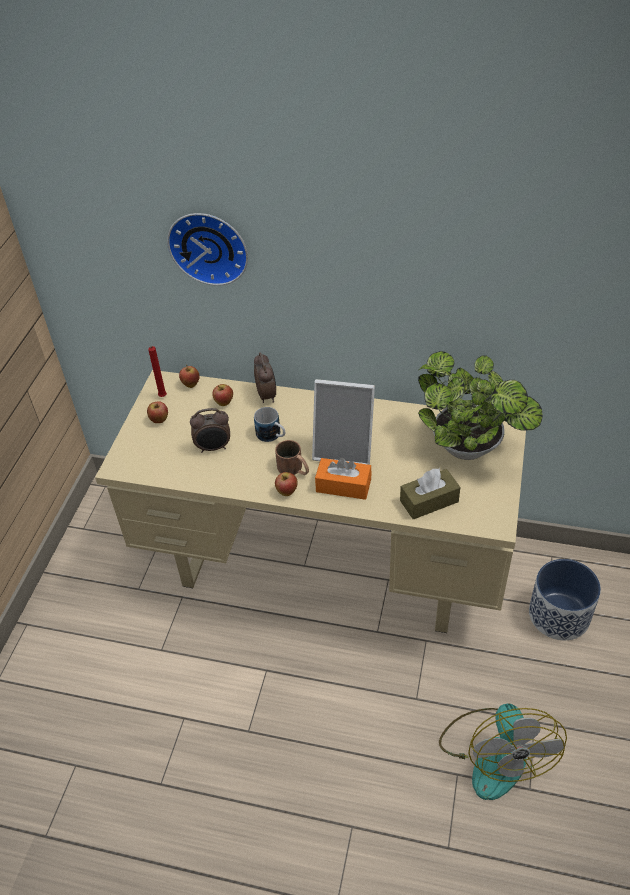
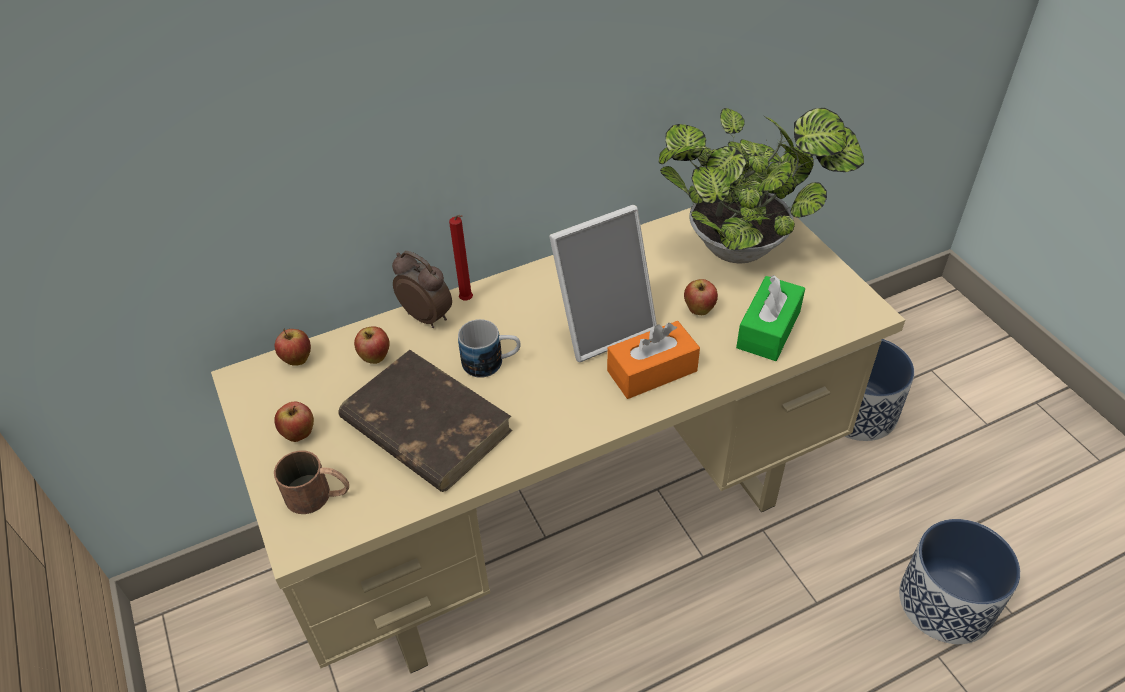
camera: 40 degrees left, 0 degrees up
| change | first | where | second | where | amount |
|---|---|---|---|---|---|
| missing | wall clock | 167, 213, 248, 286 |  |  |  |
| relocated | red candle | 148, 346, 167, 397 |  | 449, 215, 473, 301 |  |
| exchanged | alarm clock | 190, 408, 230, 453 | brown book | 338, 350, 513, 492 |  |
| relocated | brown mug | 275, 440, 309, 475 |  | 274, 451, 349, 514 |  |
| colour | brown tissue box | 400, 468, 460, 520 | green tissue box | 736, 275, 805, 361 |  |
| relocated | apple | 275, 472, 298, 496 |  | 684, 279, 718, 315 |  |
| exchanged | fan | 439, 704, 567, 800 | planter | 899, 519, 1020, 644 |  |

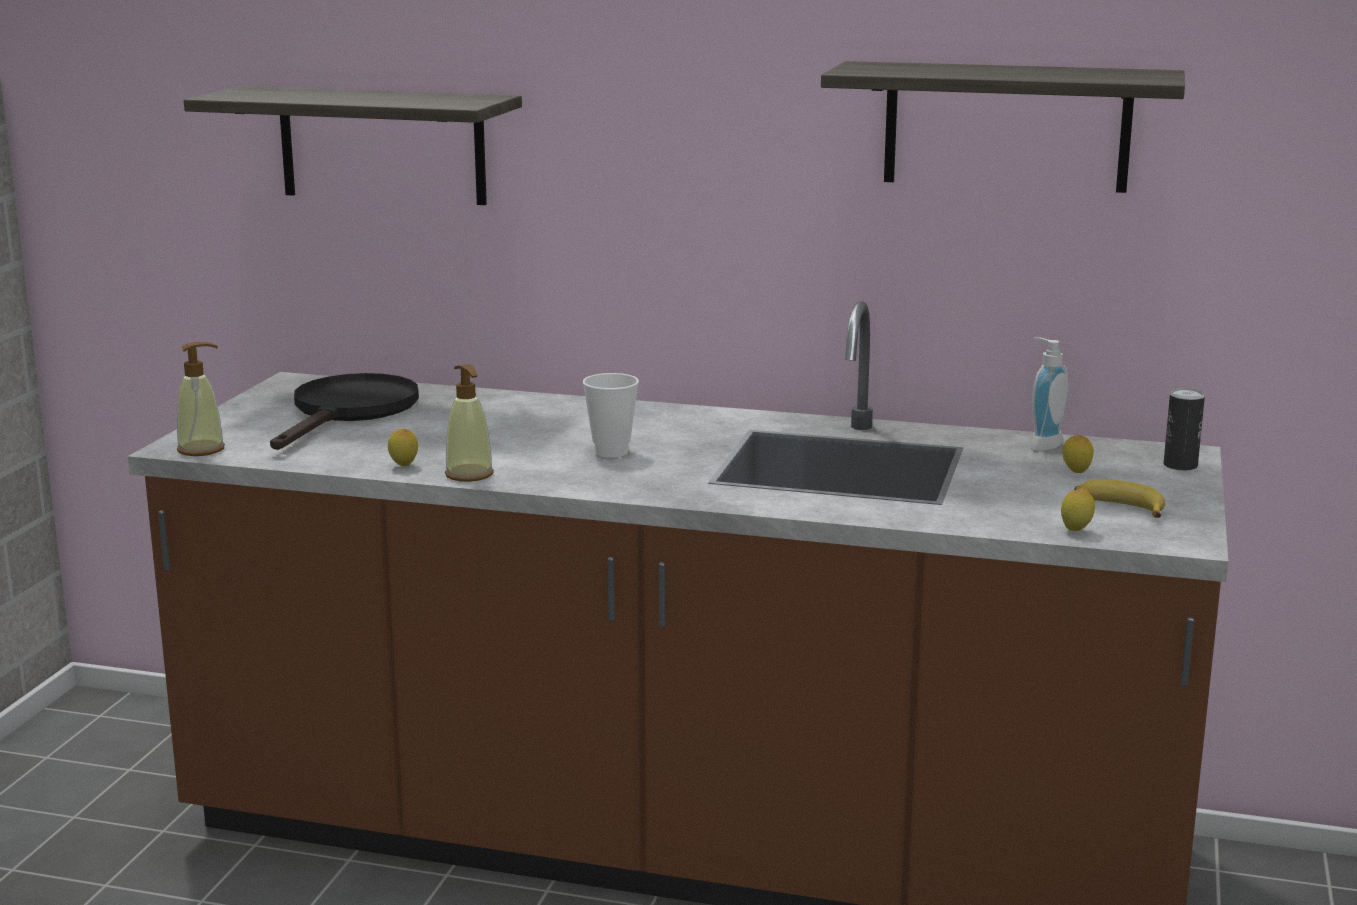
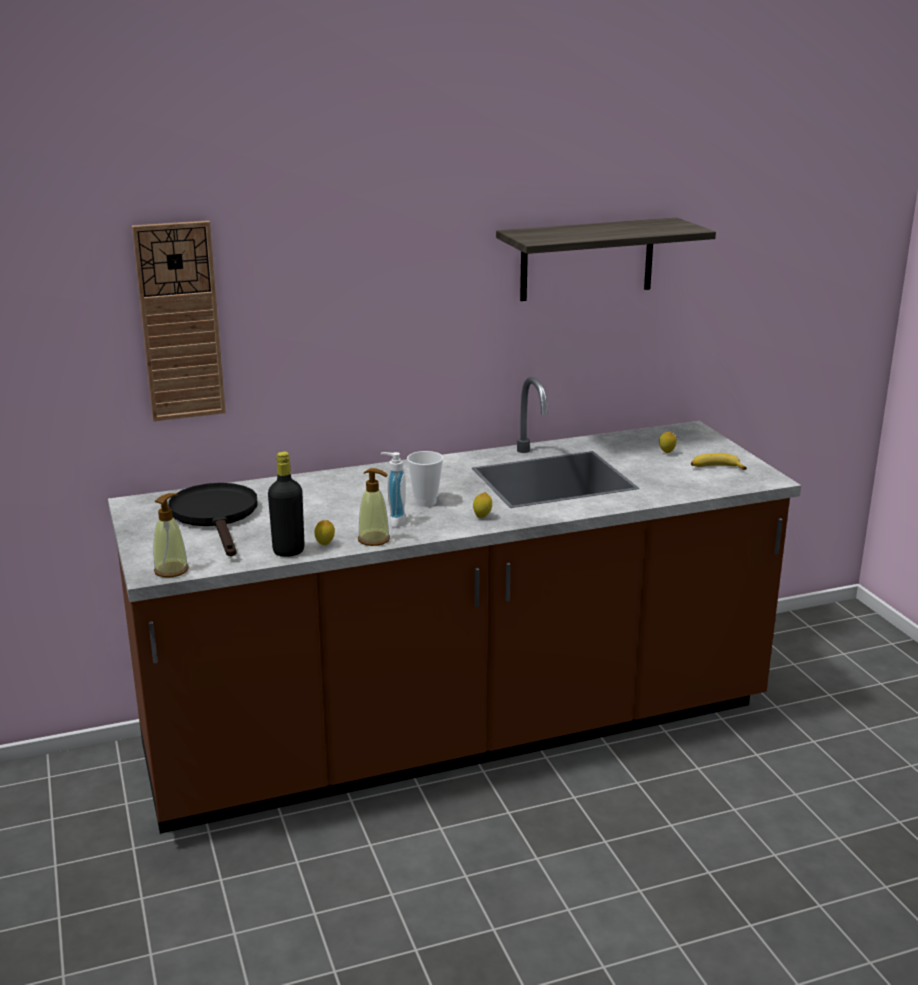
camera: 35 degrees left, 5 degrees up
| change | first | where | second | where | amount |
|---|---|---|---|---|---|
| exchanged | shelf | 184, 86, 522, 205 | wall clock | 132, 221, 226, 421 |  |
| relocated | soap dispenser | 1030, 337, 1068, 451 |  | 381, 452, 406, 528 |  |
| missing | can | 1164, 388, 1205, 471 |  |  |  |
| relocated | lemon | 1061, 488, 1095, 531 |  | 473, 492, 492, 518 |  |
| appeared |  |  | black bottle | 268, 452, 305, 557 |  |

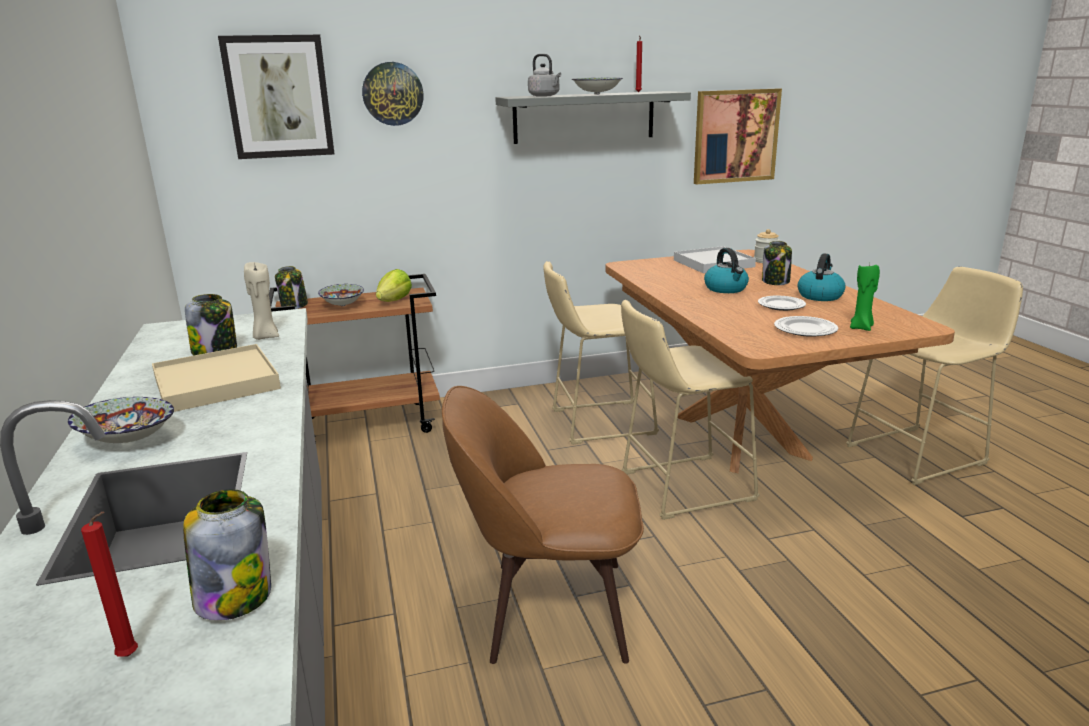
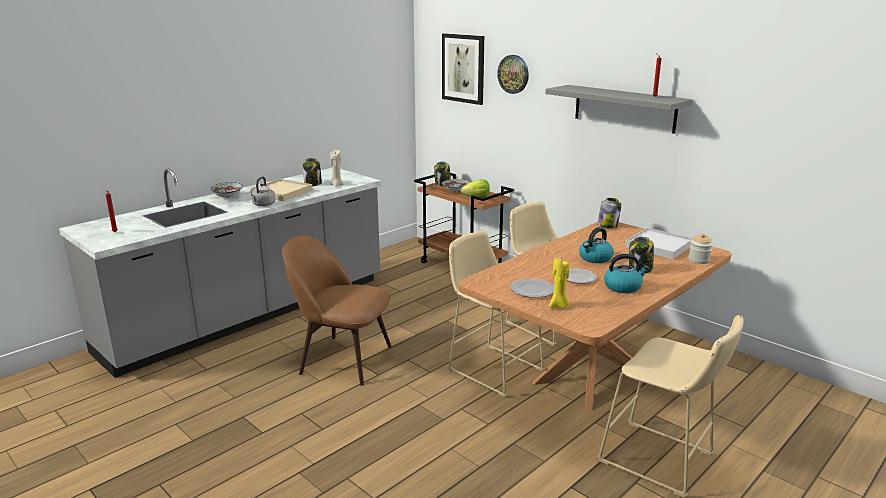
camera: 60 degrees right, 0 degrees up
| change | first | where | second | where | amount |
|---|---|---|---|---|---|
| relocated | grey kettle | 528, 54, 561, 97 |  | 251, 176, 275, 206 |  |
| missing | bowl | 572, 78, 623, 95 |  |  |  |
| missing | picture | 694, 89, 782, 184 |  |  |  |
| colour | green candle | 850, 264, 880, 331 | yellow candle | 549, 258, 570, 308 |  |
| spun | brown chair | 442, 386, 644, 664 |  | 282, 235, 392, 386 | 45 degrees counterclockwise |
| relocated | jar | 183, 489, 271, 621 |  | 597, 198, 621, 229 |  |

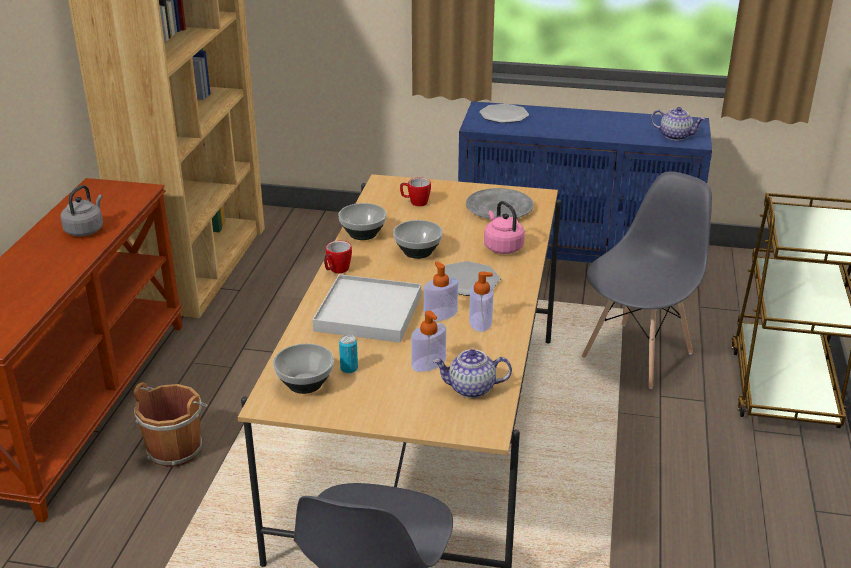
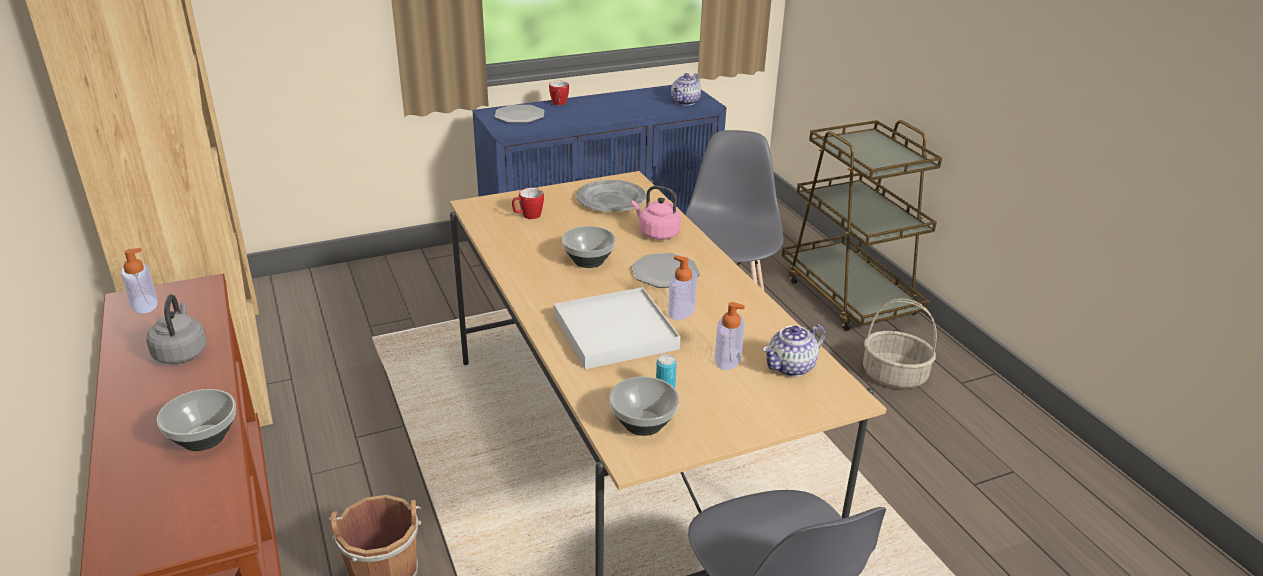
camera: 35 degrees left, 0 degrees up
| change | first | where | second | where | amount |
|---|---|---|---|---|---|
| spun | teapot | 651, 107, 705, 141 |  | 671, 73, 701, 105 | 135 degrees clockwise |
| relocated | bowl | 338, 203, 387, 240 |  | 157, 389, 236, 451 |  |
| relocated | mug | 324, 241, 352, 273 |  | 549, 81, 569, 105 |  |
| relocated | soap dispenser | 469, 271, 493, 332 |  | 121, 248, 158, 313 |  |
| appeared |  |  | basket | 863, 298, 937, 389 |  |

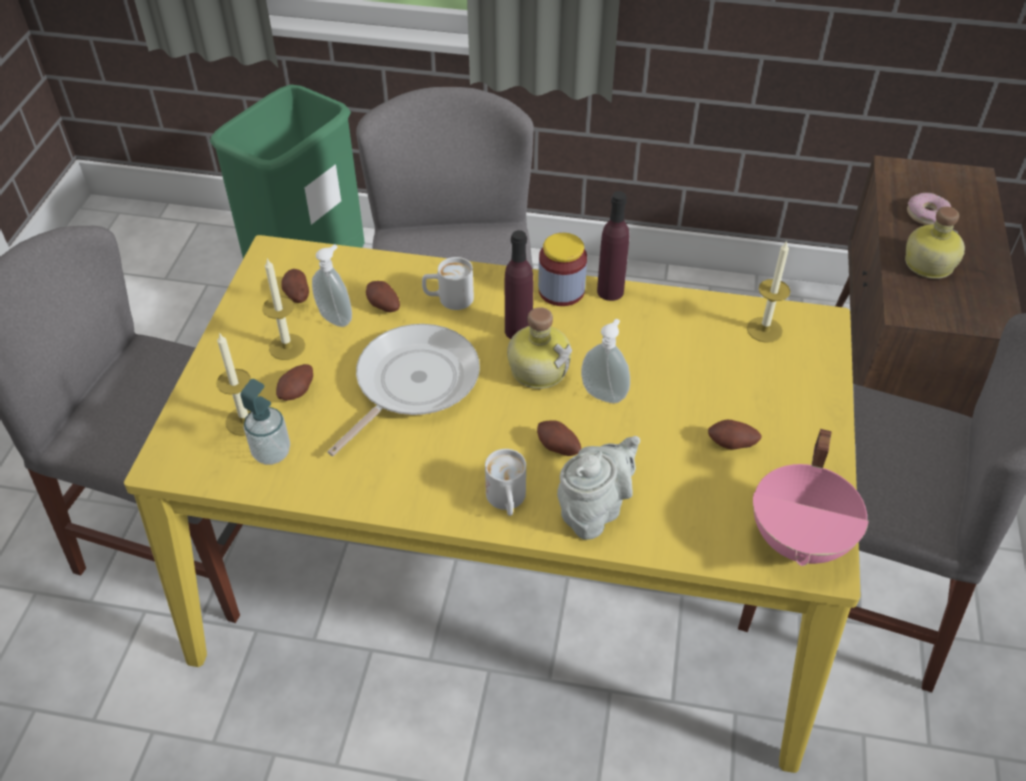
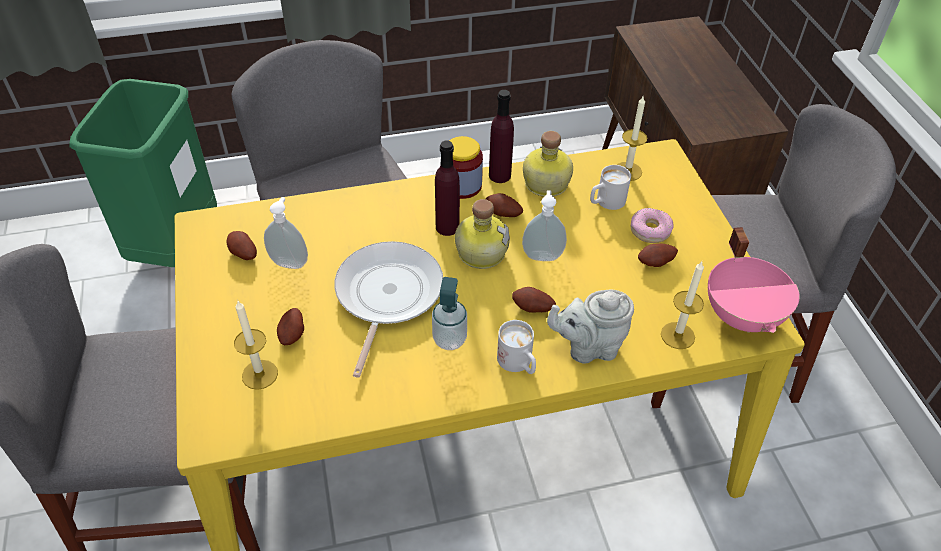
camera: 25 degrees left, 0 degrees up
| change | first | where | second | where | amount |
|---|---|---|---|---|---|
| relocated | donut | 907, 192, 951, 225 |  | 631, 208, 674, 243 |  |
| relocated | bottle | 905, 206, 965, 279 |  | 523, 131, 573, 197 |  |
| relocated | white mug | 422, 257, 474, 310 |  | 590, 165, 631, 210 |  |
| relocated | candle | 262, 258, 305, 360 |  | 661, 261, 704, 349 |  |
| relocated | potato | 366, 281, 400, 312 |  | 486, 193, 523, 217 |  |
| relocated | soap dispenser | 240, 379, 290, 465 |  | 432, 277, 467, 350 |  |
| spun | grey teapot | 557, 436, 640, 540 |  | 547, 289, 634, 364 | 120 degrees counterclockwise |

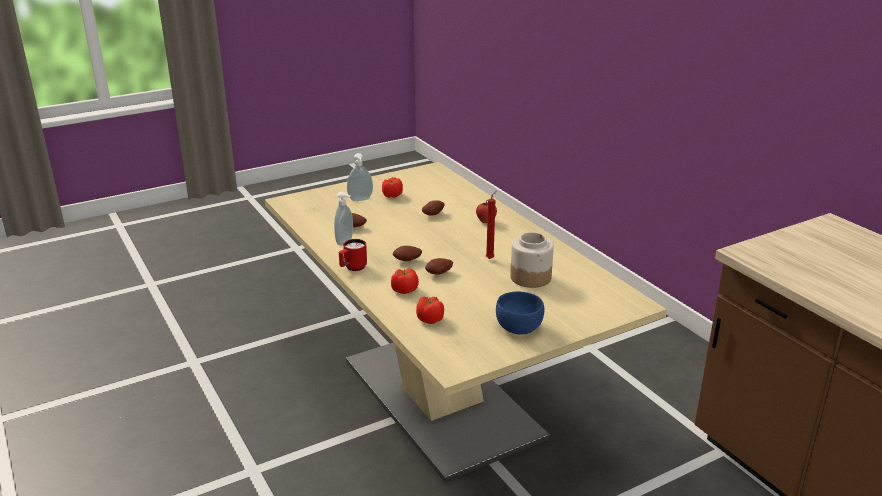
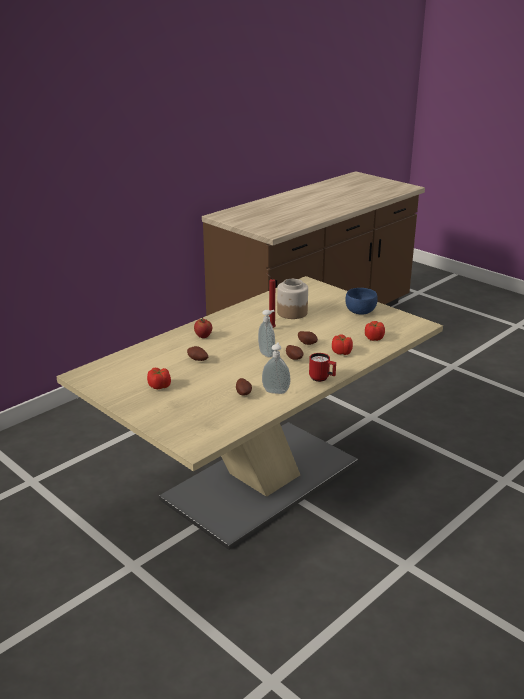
camera: 105 degrees left, 0 degrees up
| change | first | where | second | where | amount |
|---|---|---|---|---|---|
| relocated | soap dispenser | 347, 153, 373, 201 |  | 258, 310, 275, 358 |  |

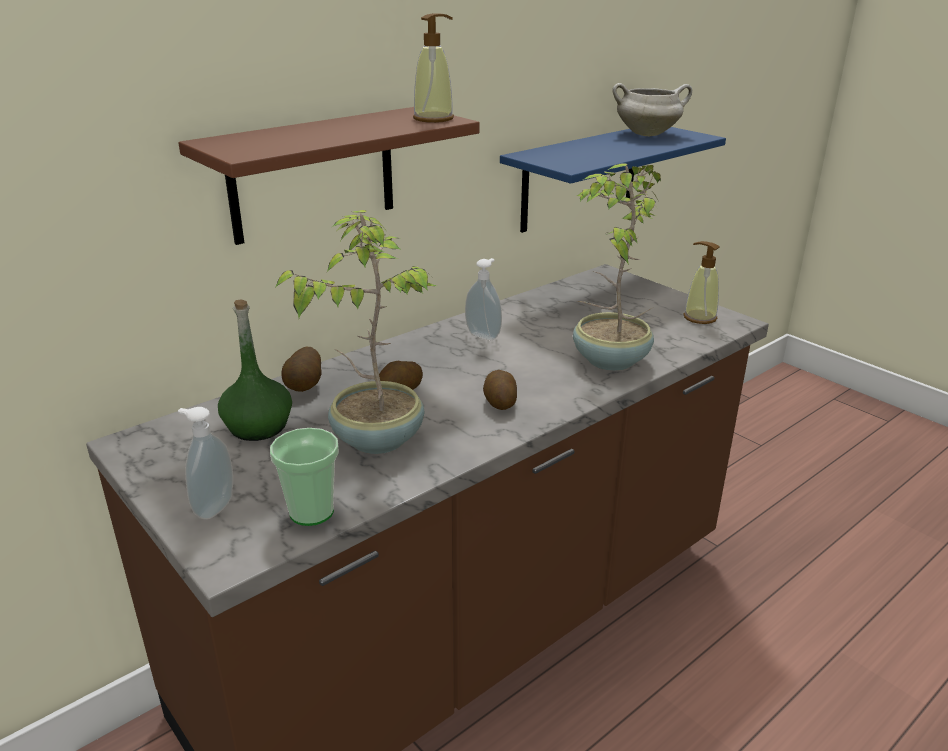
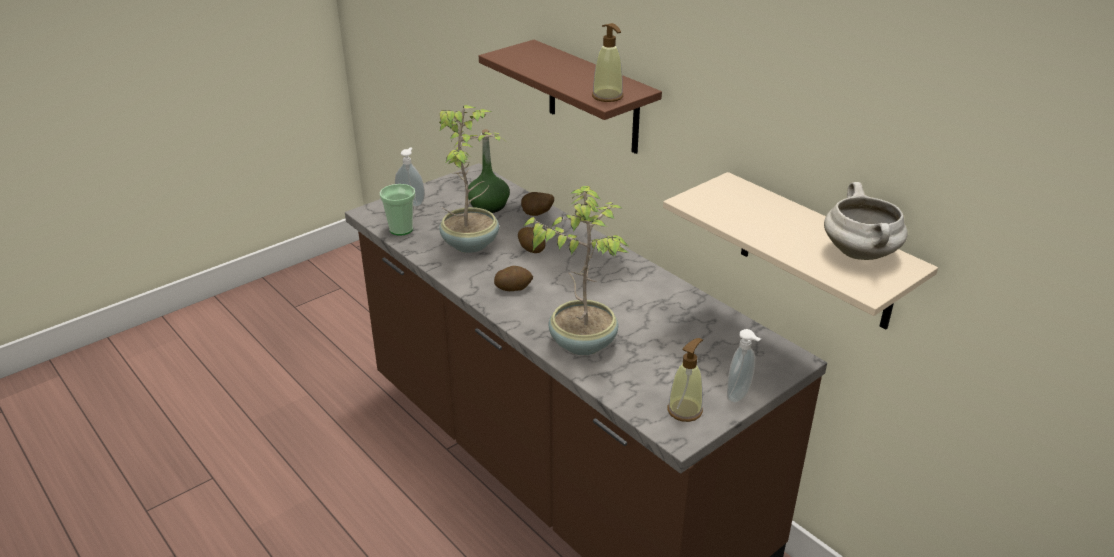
camera: 90 degrees right, 5 degrees up
| change | first | where | second | where | amount |
|---|---|---|---|---|---|
| colour | blue shelf | 500, 127, 726, 233 | beige shelf | 663, 172, 938, 330 |  |
| relocated | soap dispenser | 465, 258, 502, 340 |  | 727, 329, 761, 403 |  |

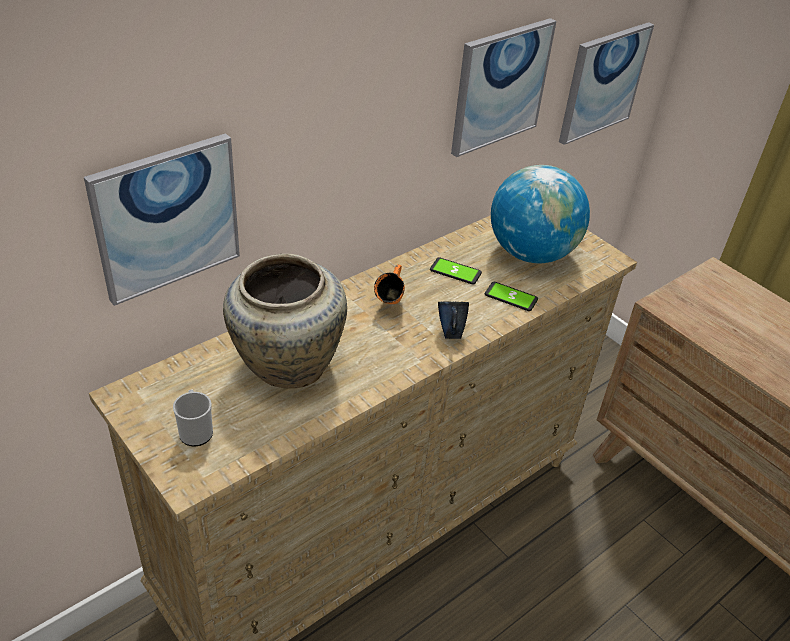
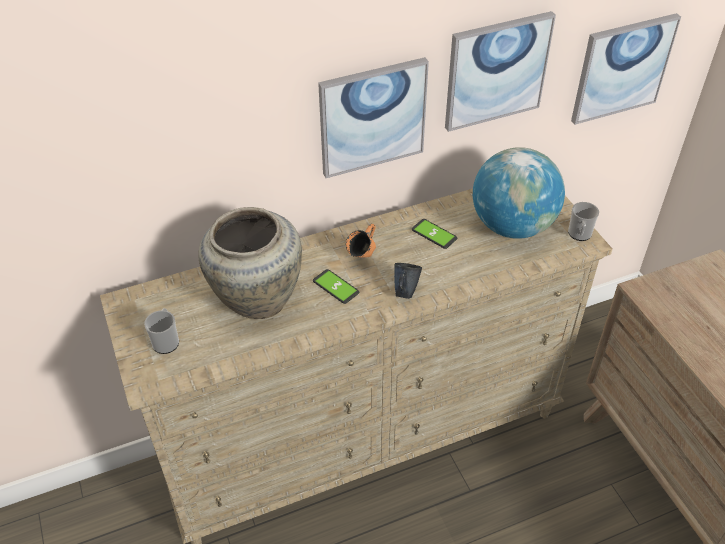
camera: 20 degrees right, 5 degrees up
| change | first | where | second | where | amount |
|---|---|---|---|---|---|
| relocated | picture | 84, 133, 240, 306 |  | 318, 57, 429, 178 |  |
| relocated | phone | 485, 282, 538, 311 |  | 313, 269, 359, 304 |  |
| appeared |  |  | mug | 568, 202, 599, 241 |  |

